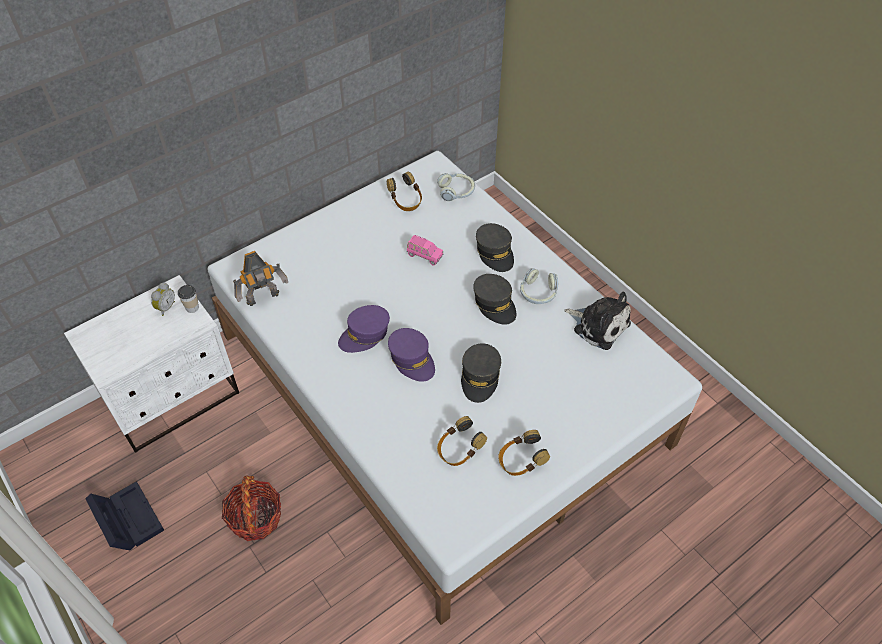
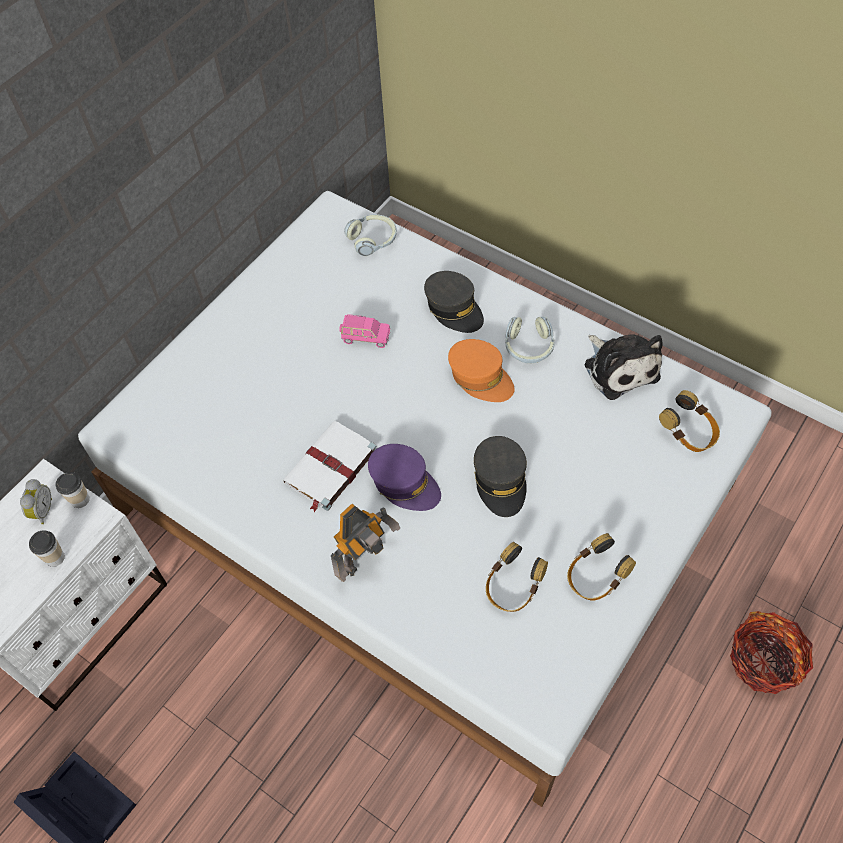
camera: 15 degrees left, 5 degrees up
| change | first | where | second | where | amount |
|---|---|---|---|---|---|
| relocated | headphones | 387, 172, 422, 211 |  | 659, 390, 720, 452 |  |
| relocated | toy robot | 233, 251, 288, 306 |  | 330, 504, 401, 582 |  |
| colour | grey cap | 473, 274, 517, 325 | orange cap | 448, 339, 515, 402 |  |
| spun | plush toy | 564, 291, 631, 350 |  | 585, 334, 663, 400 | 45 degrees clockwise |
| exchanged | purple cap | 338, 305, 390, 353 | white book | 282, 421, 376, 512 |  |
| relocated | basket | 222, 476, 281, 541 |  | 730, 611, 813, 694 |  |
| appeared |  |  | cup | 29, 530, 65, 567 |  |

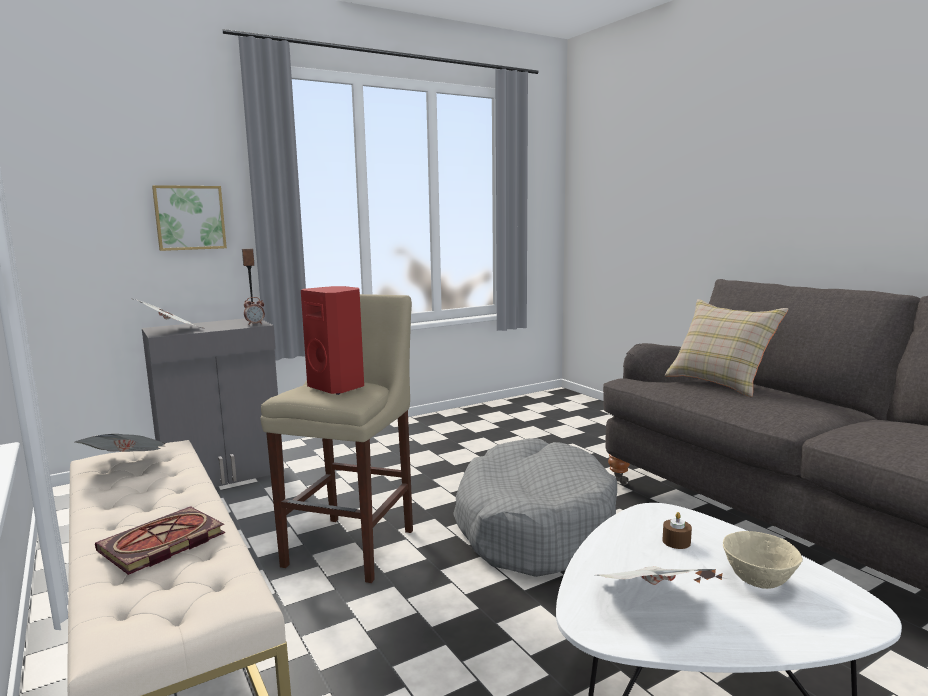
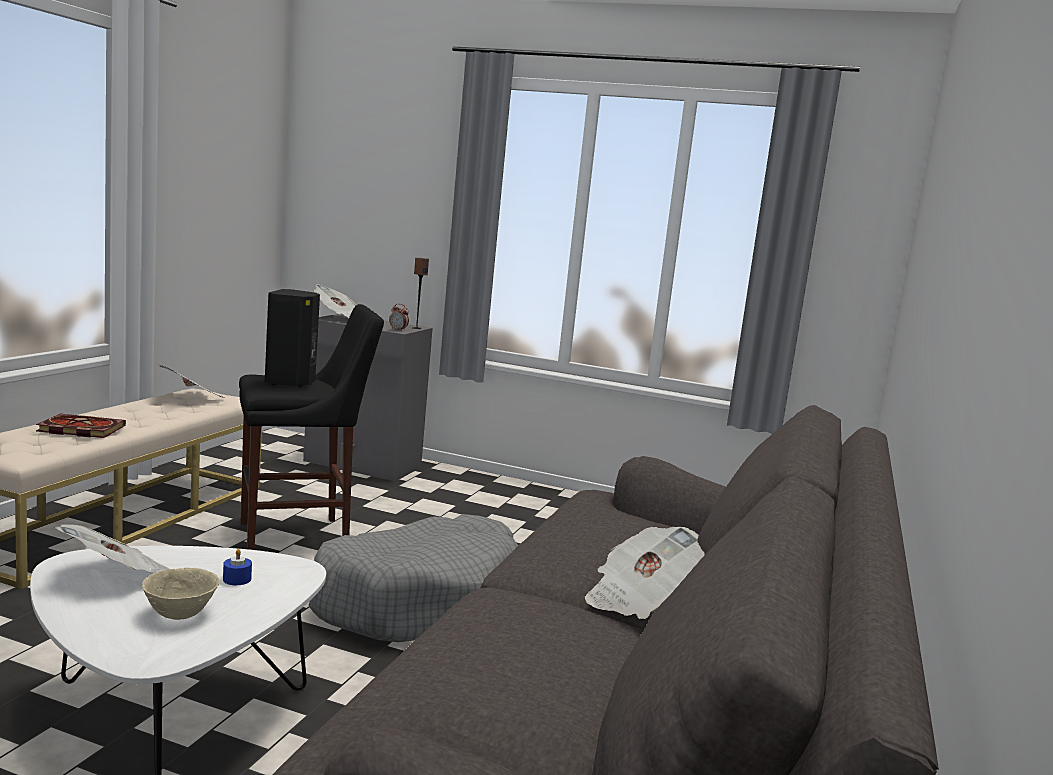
camera: 50 degrees right, 0 degrees up
| change | first | where | second | where | amount |
|---|---|---|---|---|---|
| missing | picture | 152, 185, 227, 251 |  |  |  |
| colour | red speaker | 301, 286, 364, 395 | black speaker | 265, 289, 320, 387 |  |
| colour | beige stool | 261, 294, 413, 583 | black stool | 239, 304, 384, 550 |  |
| missing | beige pillow | 665, 299, 789, 397 |  |  |  |
| colour | brown candle | 663, 512, 692, 549 | blue candle | 223, 549, 252, 585 |  |
| appeared |  |  | newspaper | 585, 527, 705, 619 |  |

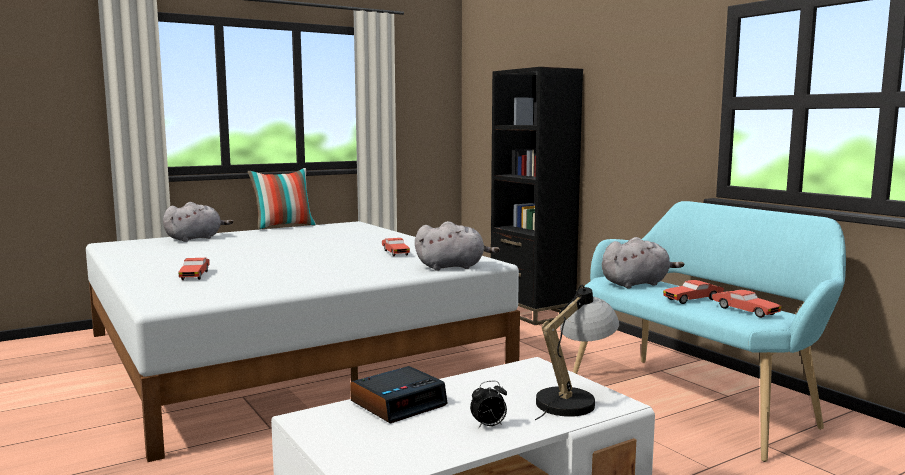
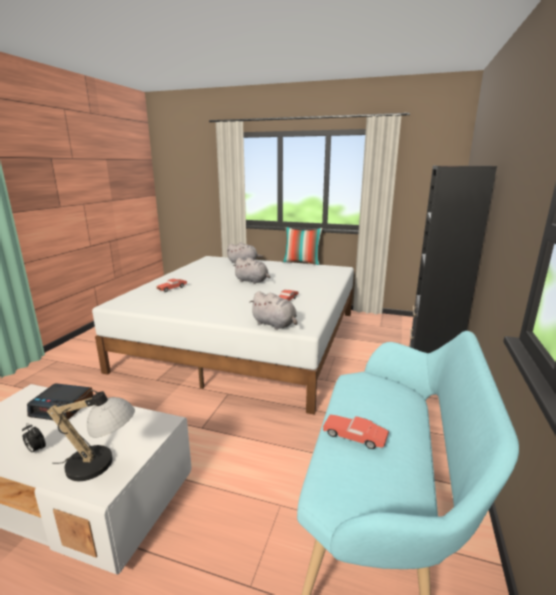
camera: 50 degrees right, 10 degrees up
| change | first | where | second | where | amount |
|---|---|---|---|---|---|
| relocated | grey plush toy | 602, 237, 684, 289 |  | 233, 258, 270, 284 |  |
| missing | red toy car | 712, 290, 781, 318 |  |  |  |

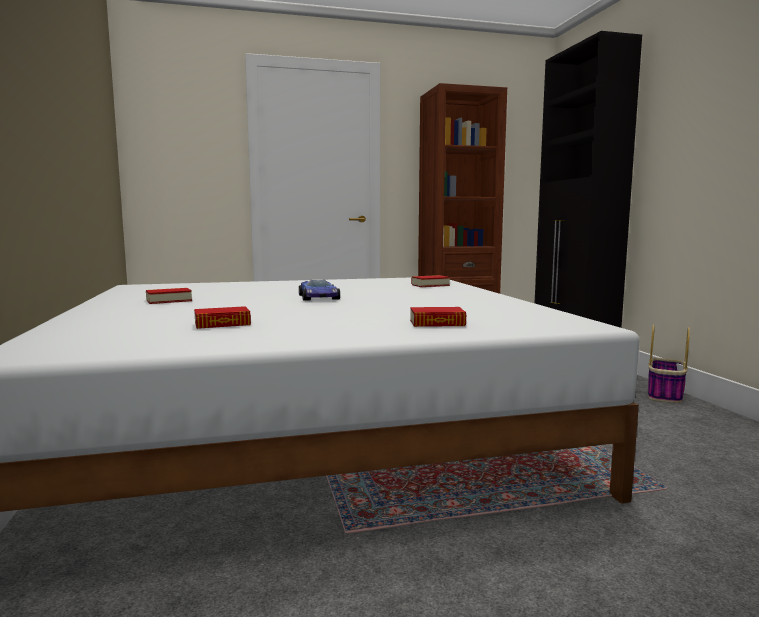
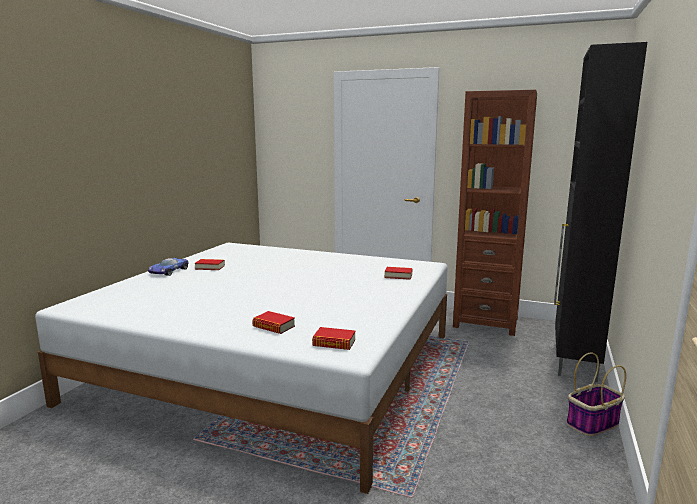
camera: 35 degrees right, 5 degrees up
| change | first | where | second | where | amount |
|---|---|---|---|---|---|
| relocated | toy car | 299, 279, 340, 301 |  | 148, 258, 189, 276 |  |
| relocated | book | 194, 306, 251, 329 |  | 312, 327, 356, 350 |  |

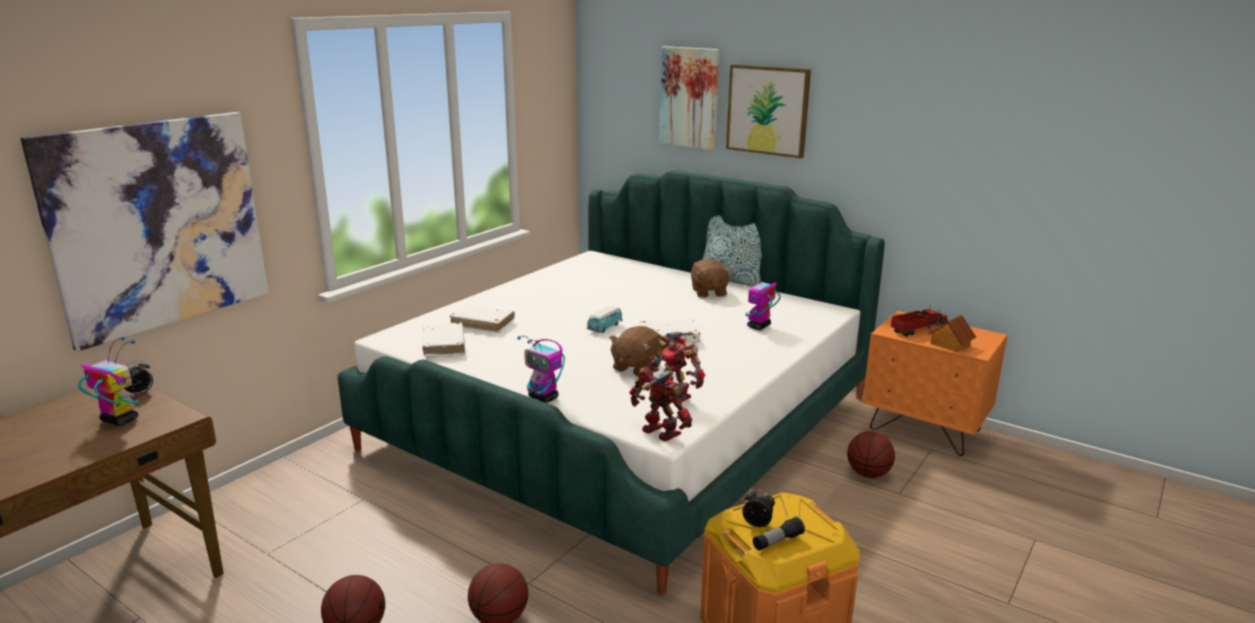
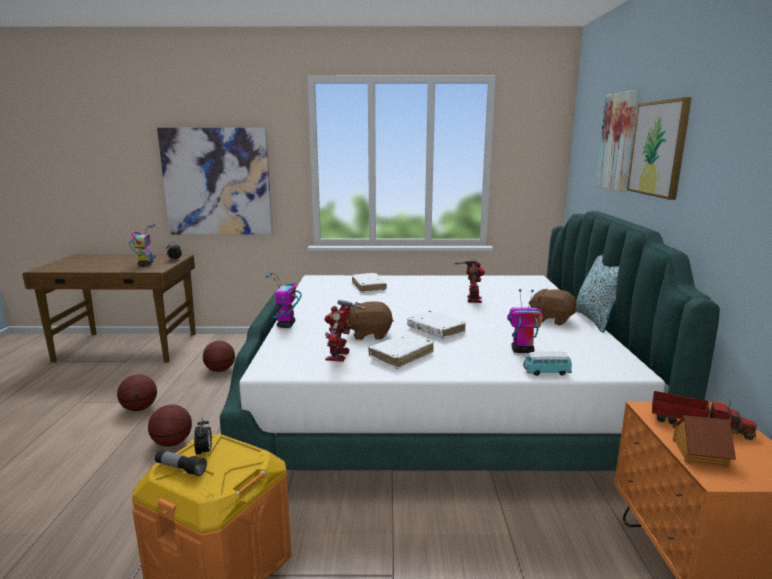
camera: 55 degrees right, 5 degrees down
| change | first | where | second | where | amount |
|---|---|---|---|---|---|
| spun | brown plush toy | 691, 258, 732, 298 |  | 528, 289, 577, 325 | 75 degrees clockwise |
| relocated | toy car | 587, 306, 623, 333 |  | 523, 352, 572, 376 |  |
| relocated | white book | 423, 322, 465, 356 |  | 368, 334, 434, 369 |  |
| relocated | toy robot | 629, 367, 693, 441 |  | 455, 259, 485, 303 |  |
| relocated | basketball | 847, 431, 895, 478 |  | 203, 341, 235, 372 |  |

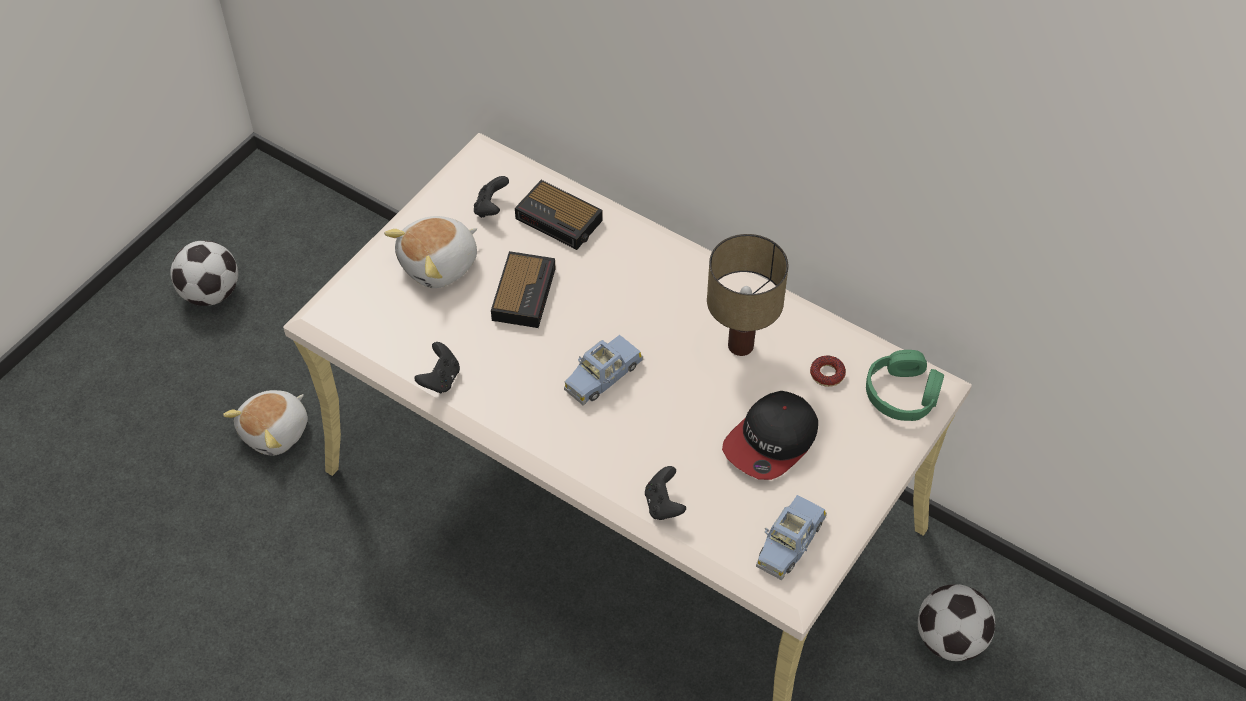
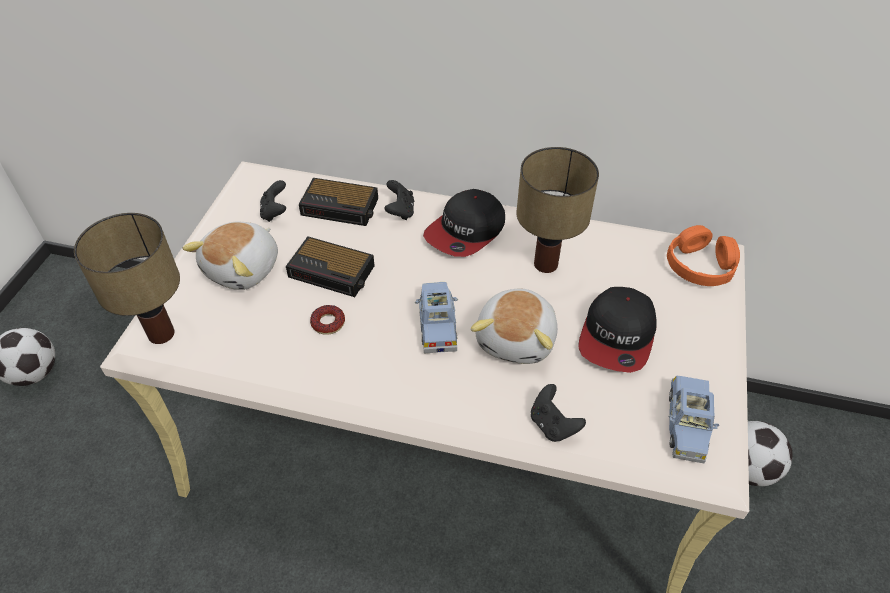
camera: 20 degrees left, 5 degrees down
| change | first | where | second | where | amount |
|---|---|---|---|---|---|
| spun | alarm clock | 491, 251, 556, 328 |  | 286, 236, 375, 297 | 120 degrees clockwise |
| spun | blue toy car | 564, 335, 643, 405 |  | 415, 282, 458, 353 | 150 degrees clockwise |
| relocated | black game controller | 414, 342, 460, 393 |  | 384, 180, 414, 220 |  |
| colour | green headphones | 866, 350, 944, 421 | orange headphones | 667, 225, 740, 286 |  |
| relocated | donut | 810, 355, 846, 387 |  | 310, 305, 345, 335 |  |
| relocated | plush toy | 223, 390, 308, 456 |  | 471, 289, 558, 364 |  |
| appeared |  |  | cap | 423, 189, 505, 257 |  |
| appeared |  |  | table lamp | 74, 213, 180, 344 |  |

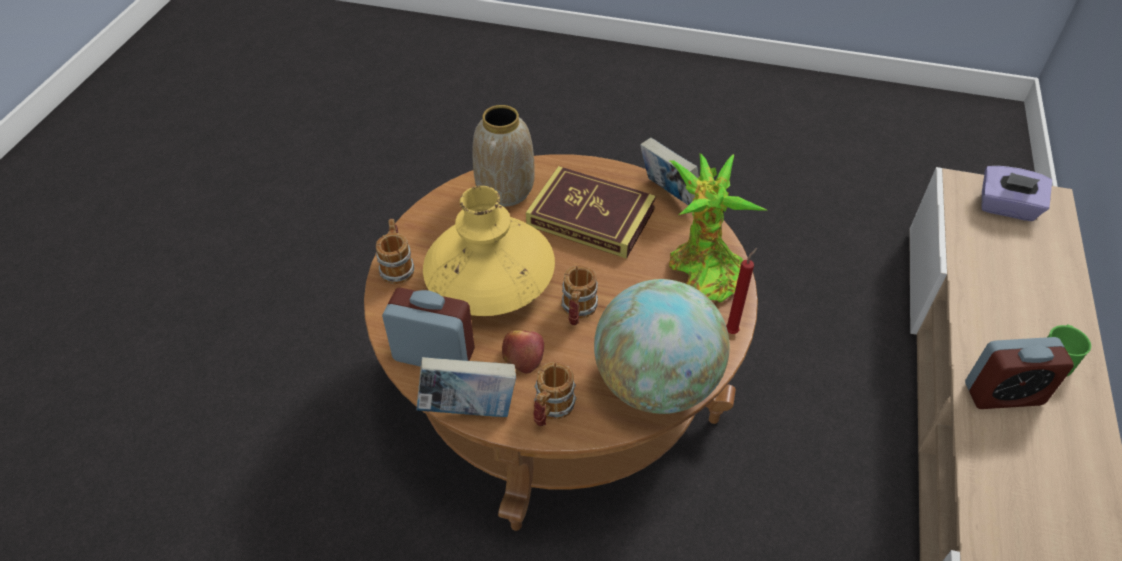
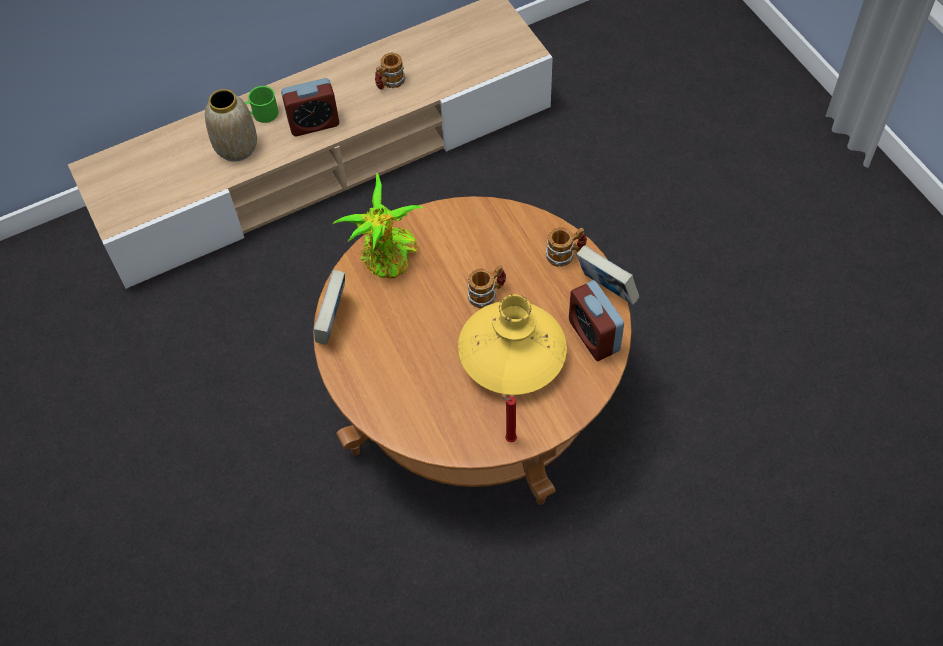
camera: 130 degrees left, 10 degrees up
| change | first | where | second | where | amount |
|---|---|---|---|---|---|
| relocated | vase | 473, 105, 535, 207 |  | 205, 89, 257, 162 |  |
| missing | book | 526, 166, 656, 259 |  |  |  |
| missing | purple tissue box | 982, 166, 1052, 221 |  |  |  |
| relocated | mug | 376, 219, 414, 284 |  | 375, 52, 405, 90 |  |
| relocated | red candle | 726, 248, 757, 334 |  | 501, 396, 517, 442 |  |
| missing | globe | 594, 279, 730, 414 |  |  |  |
| missing | apple | 502, 330, 544, 374 |  |  |  |
| spun | alarm clock | 965, 337, 1074, 409 |  | 281, 78, 339, 136 | 120 degrees clockwise |

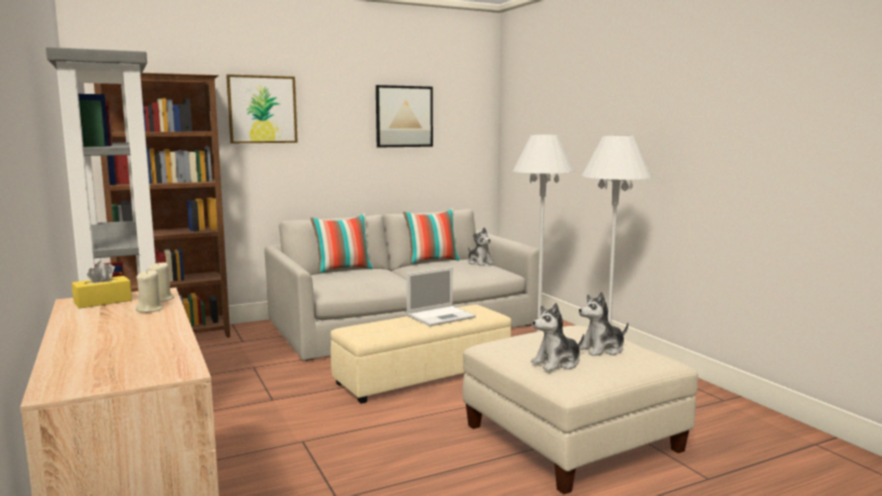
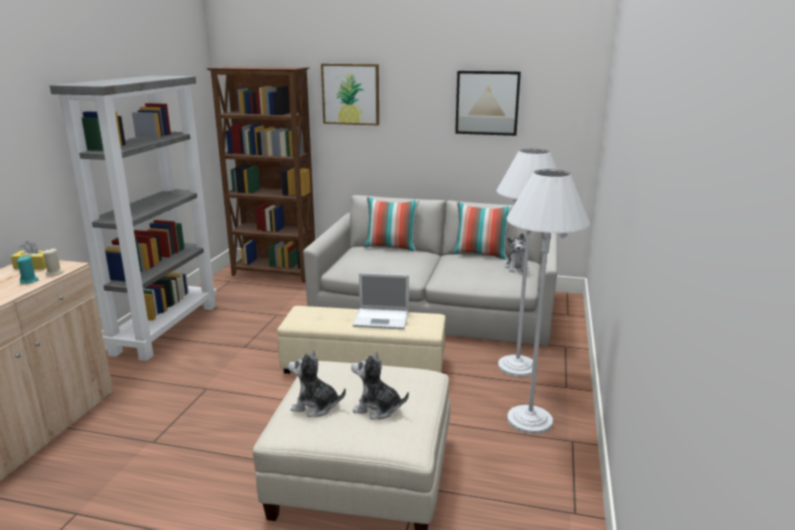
camera: 40 degrees right, 10 degrees up
| change | first | where | second | where | amount |
|---|---|---|---|---|---|
| colour | beige candle | 136, 270, 163, 313 | turquoise candle | 17, 256, 39, 284 |  |

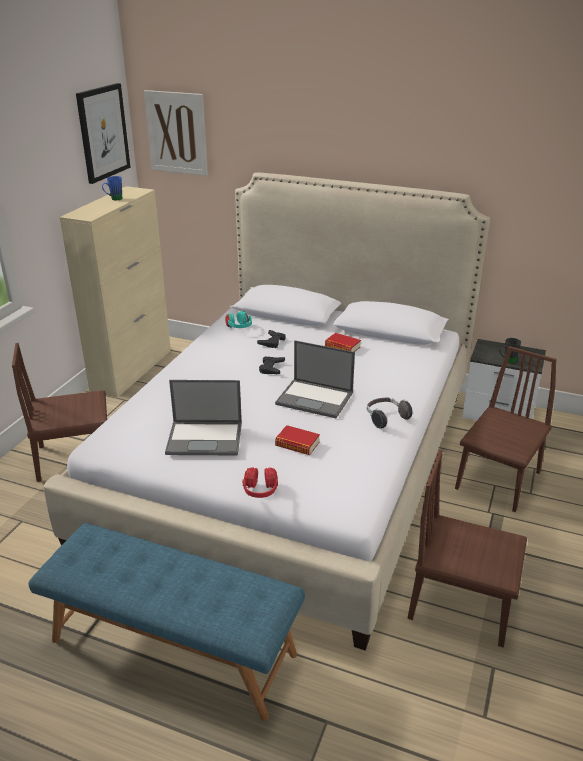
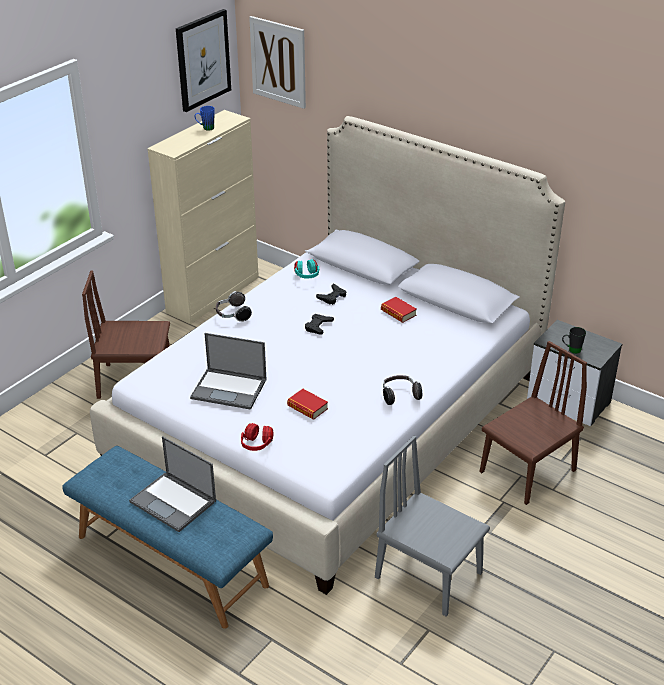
camera: 15 degrees right, 5 degrees up
| change | first | where | second | where | amount |
|---|---|---|---|---|---|
| relocated | laptop | 275, 340, 355, 418 |  | 129, 436, 216, 532 |  |
| colour | brown chair | 407, 450, 527, 647 | grey chair | 375, 435, 490, 617 |  |
| appeared |  |  | headphones | 216, 291, 252, 322 |  |

